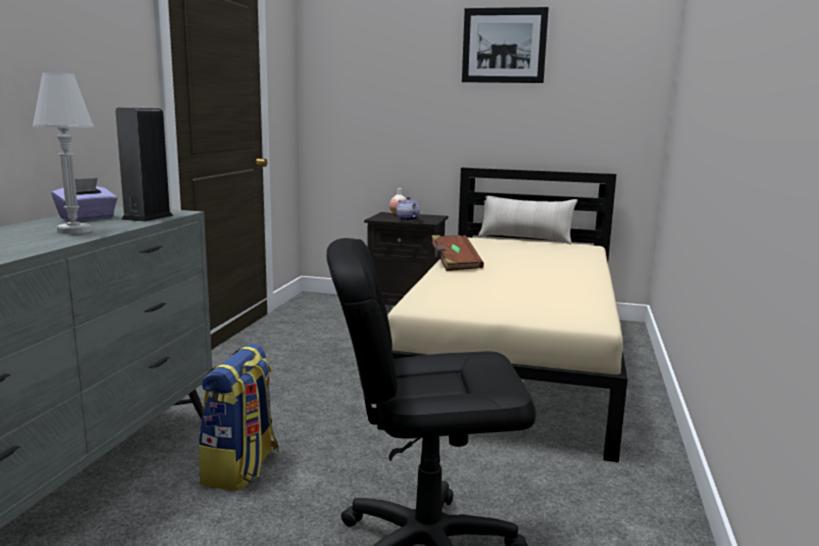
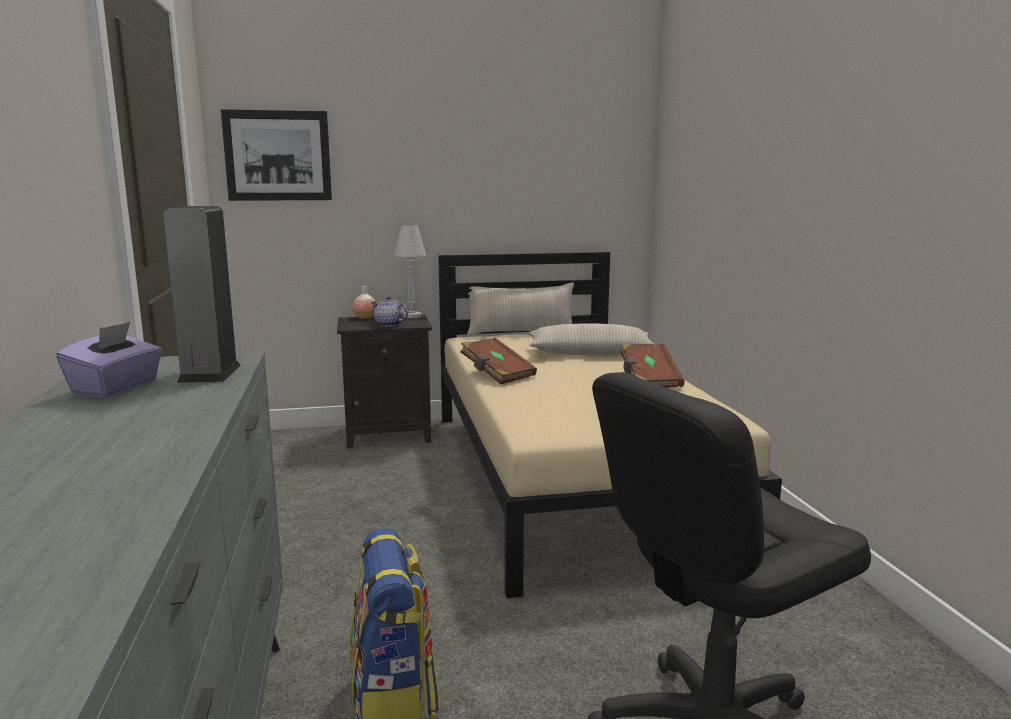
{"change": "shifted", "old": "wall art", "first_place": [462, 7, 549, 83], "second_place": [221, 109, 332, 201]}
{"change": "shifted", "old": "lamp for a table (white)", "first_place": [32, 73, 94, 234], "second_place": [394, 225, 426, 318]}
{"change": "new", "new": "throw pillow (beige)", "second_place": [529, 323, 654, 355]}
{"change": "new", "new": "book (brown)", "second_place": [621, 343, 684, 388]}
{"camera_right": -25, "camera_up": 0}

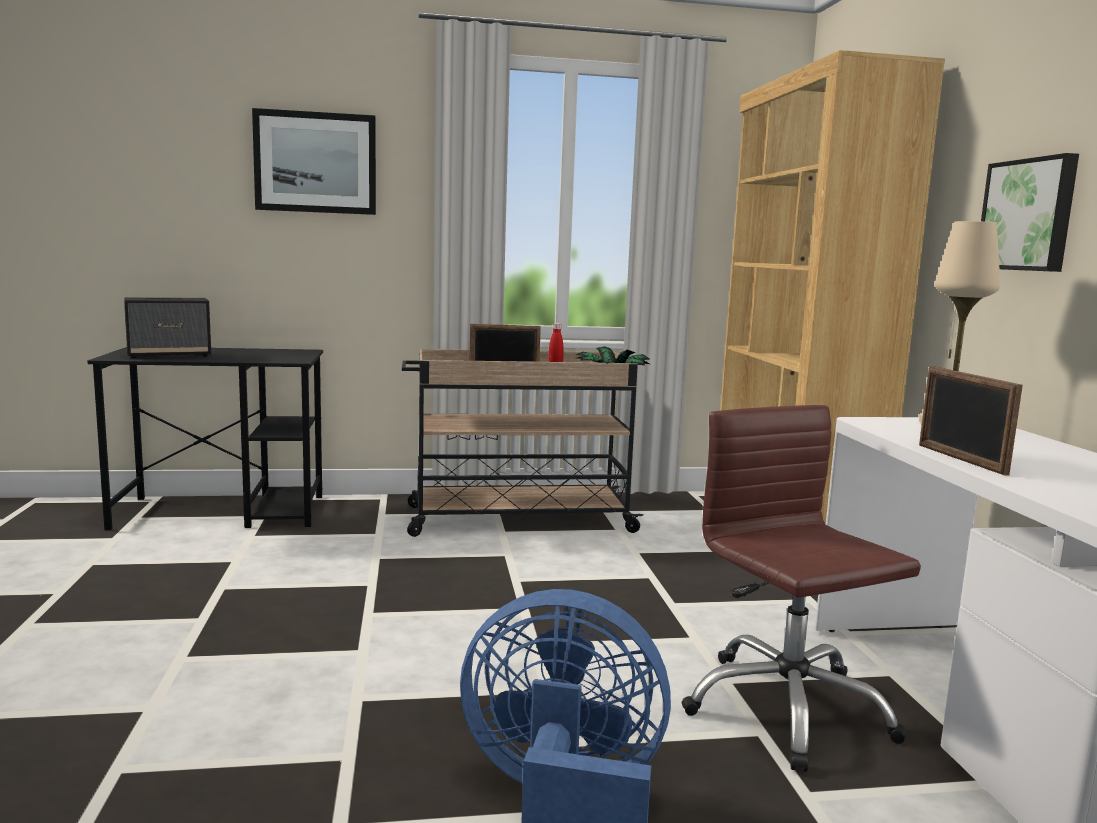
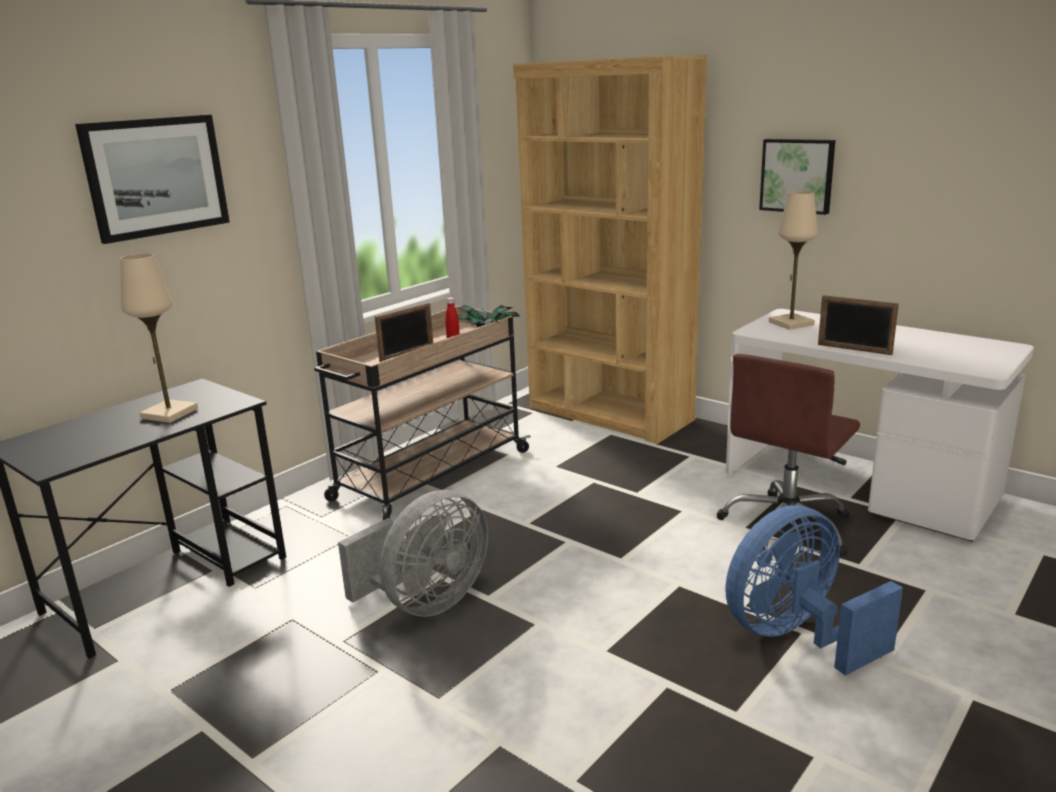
{"change": "gone", "old": "speaker", "first_place": [124, 297, 211, 358]}
{"change": "rotated", "old": "computer chair (brown)", "first_place": [681, 405, 921, 772], "second_place": [717, 354, 860, 557], "degrees": -75}
{"change": "new", "new": "lamp for a table (beige)", "second_place": [120, 253, 198, 423]}
{"change": "new", "new": "electric fan (gray)", "second_place": [338, 490, 488, 617]}
{"camera_right": -40, "camera_up": 10}

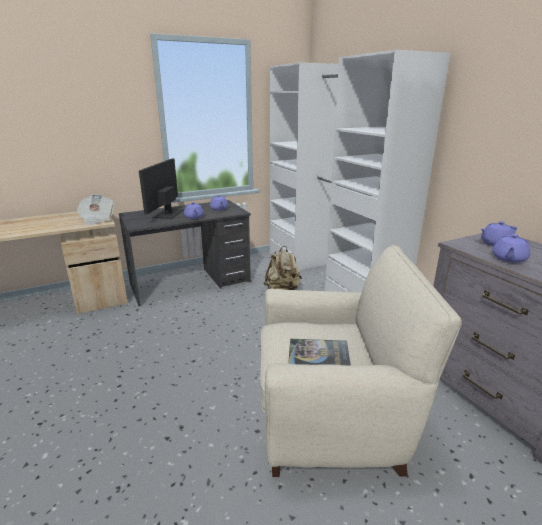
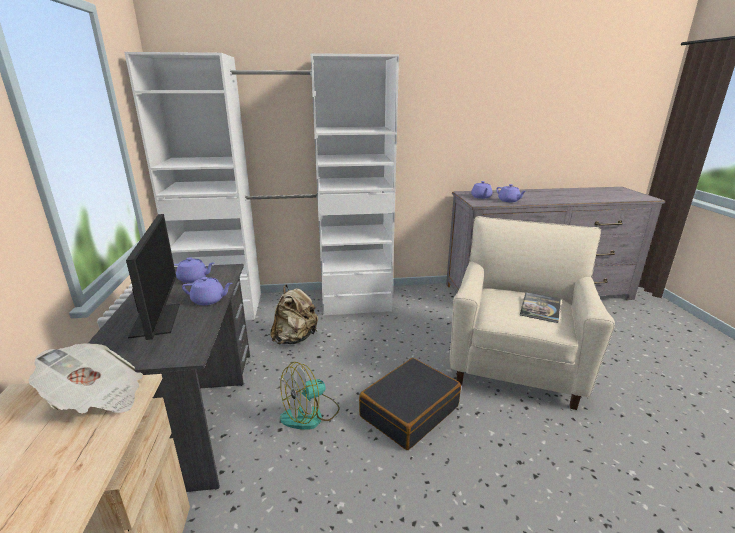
{"change": "rotated", "old": "computer screen", "first_place": [139, 159, 184, 219], "second_place": [126, 214, 180, 340], "degrees": -135}
{"change": "new", "new": "suitcase (black)", "second_place": [359, 358, 461, 450]}
{"change": "new", "new": "electric fan", "second_place": [280, 362, 340, 430]}
{"camera_right": -70, "camera_up": 0}

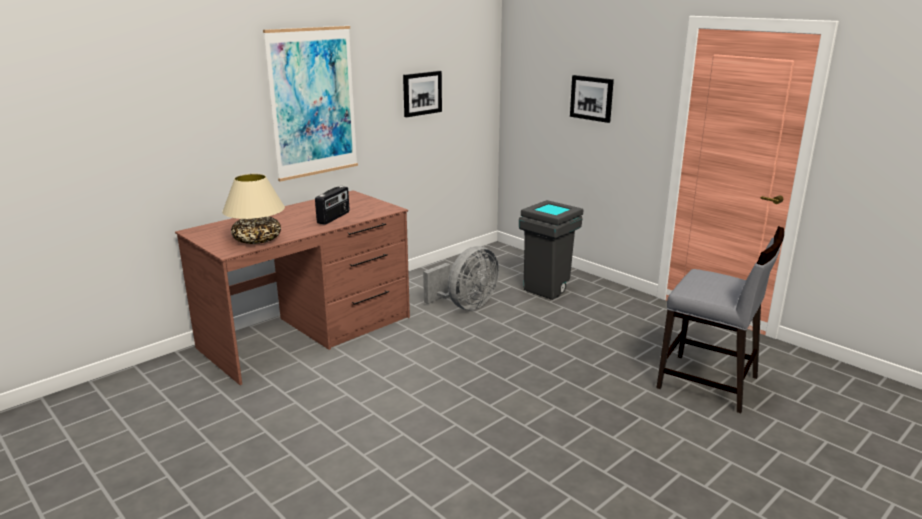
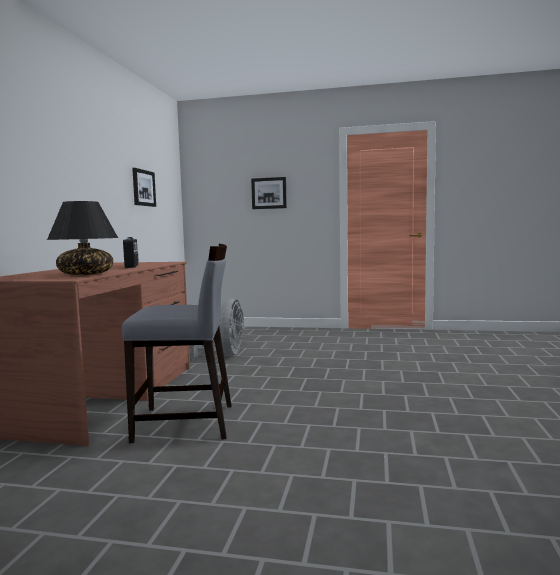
{"change": "gone", "old": "wall art", "first_place": [263, 26, 358, 182]}
{"change": "repainted", "old": "lamp for a table (beige)", "new": "lamp for a table (black)", "first_place": [222, 174, 285, 244], "second_place": [47, 201, 118, 275]}
{"change": "gone", "old": "trash can (gray)", "first_place": [519, 200, 583, 300]}
{"change": "shifted", "old": "plain chair (gray)", "first_place": [657, 226, 784, 413], "second_place": [122, 244, 232, 443]}
{"camera_right": -35, "camera_up": -15}

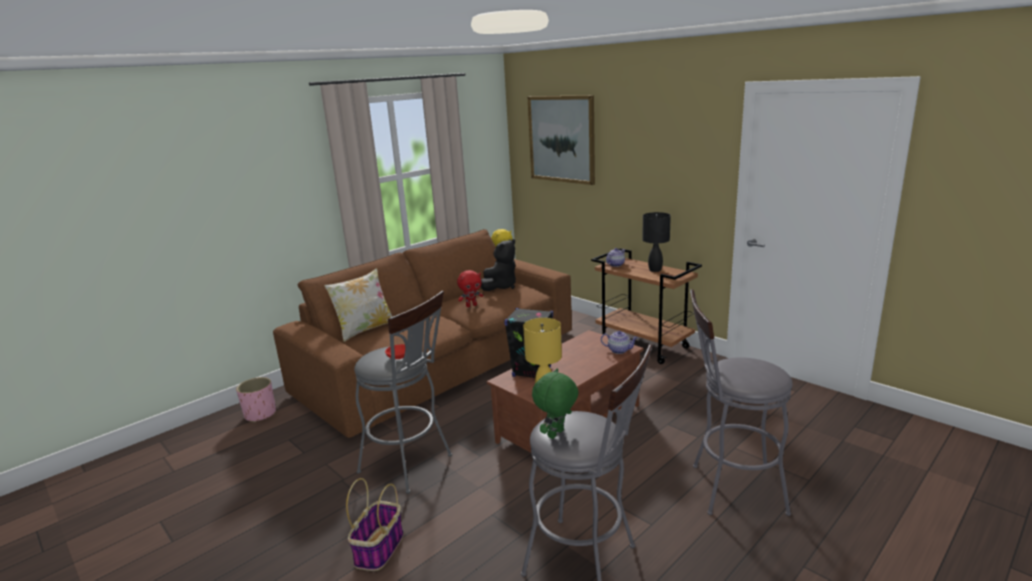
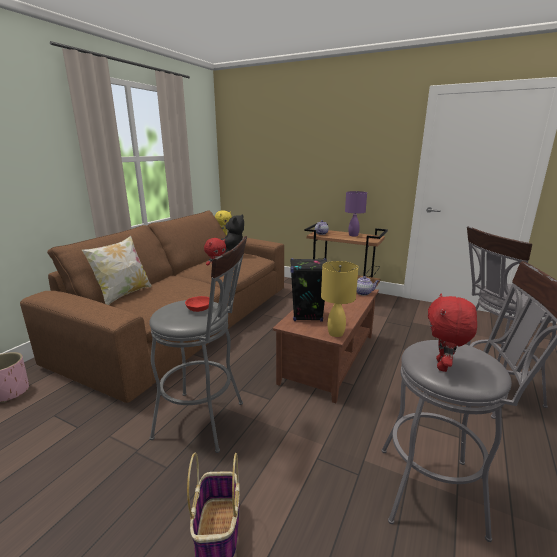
{"change": "gone", "old": "wall art", "first_place": [528, 95, 595, 185]}
{"change": "repainted", "old": "lamp for a table (black)", "new": "lamp for a table (purple-coloured)", "first_place": [642, 212, 671, 272], "second_place": [345, 191, 367, 237]}
{"change": "repainted", "old": "soft toy (green)", "new": "soft toy (reddish)", "first_place": [532, 368, 579, 439], "second_place": [428, 293, 477, 372]}
{"camera_right": -20, "camera_up": 0}

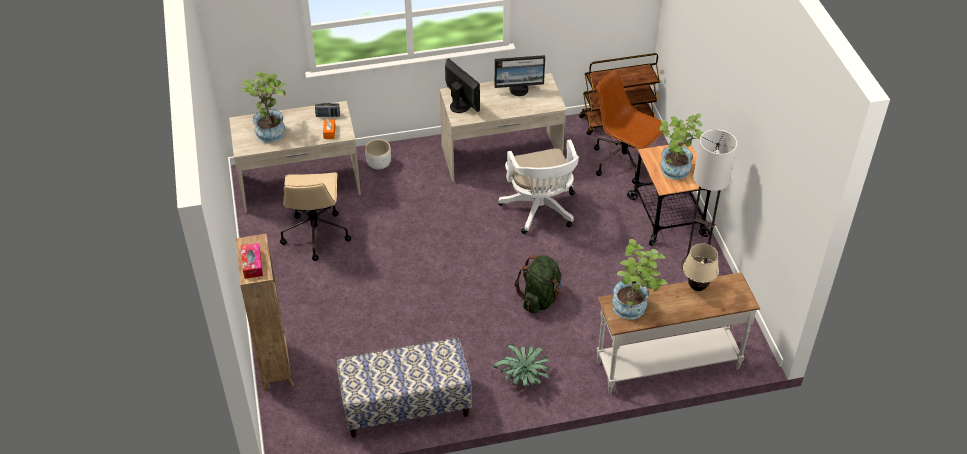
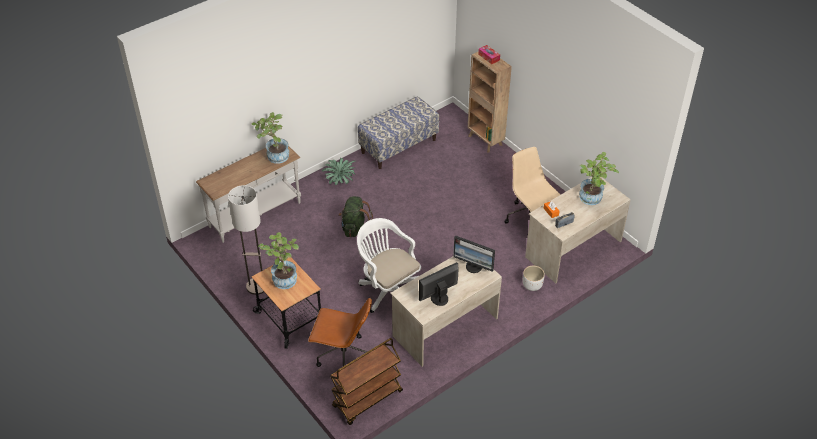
{"change": "gone", "old": "lamp for a table (beige)", "first_place": [683, 243, 719, 291]}
{"camera_right": 155, "camera_up": 0}

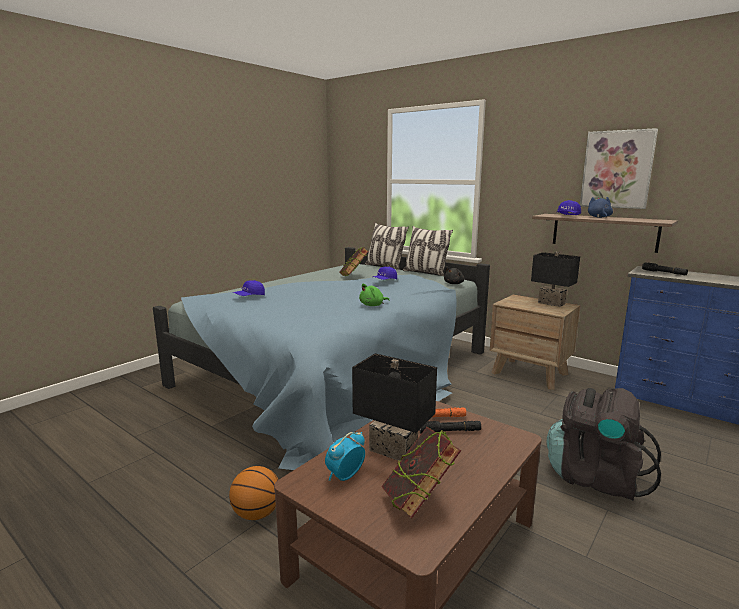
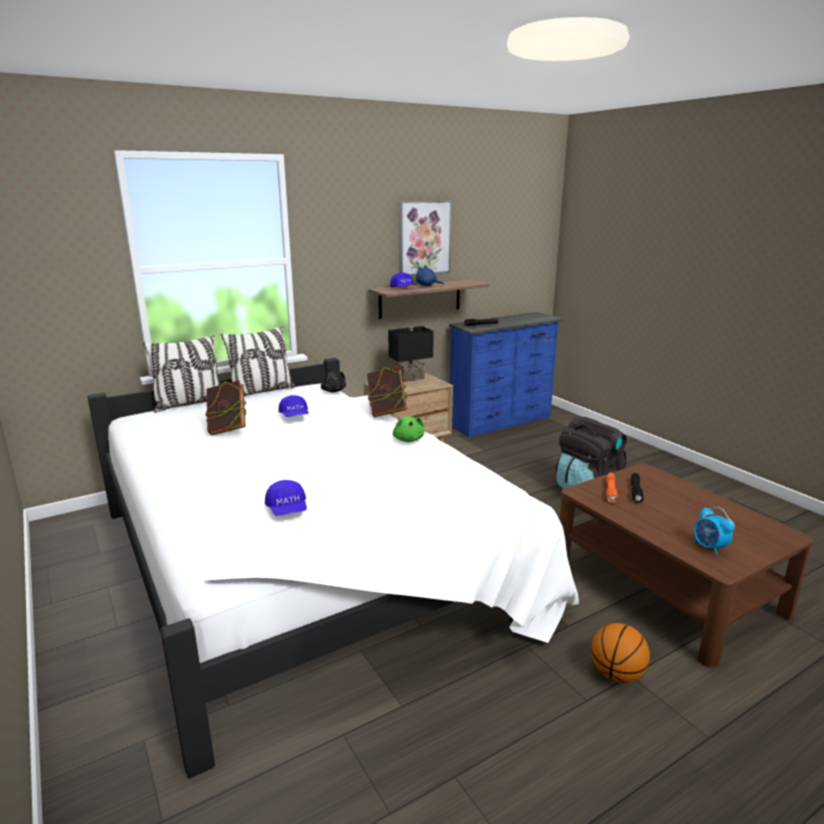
{"change": "repainted", "old": "bedroom bed (blue-coloured)", "new": "bedroom bed (white)", "first_place": [153, 247, 490, 470], "second_place": [87, 358, 579, 778]}
{"change": "gone", "old": "lamp for a table (black)", "first_place": [352, 353, 437, 461]}
{"change": "shifted", "old": "book", "first_place": [381, 427, 461, 519], "second_place": [367, 366, 407, 417]}
{"camera_right": -70, "camera_up": 5}

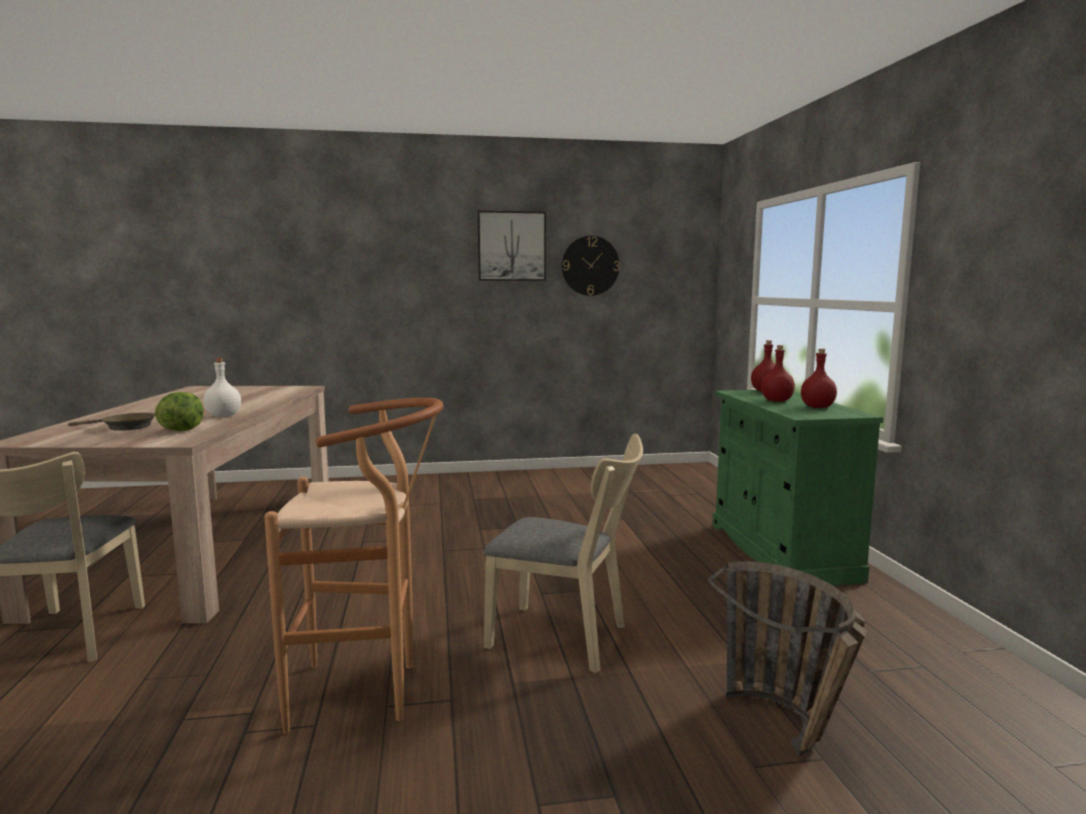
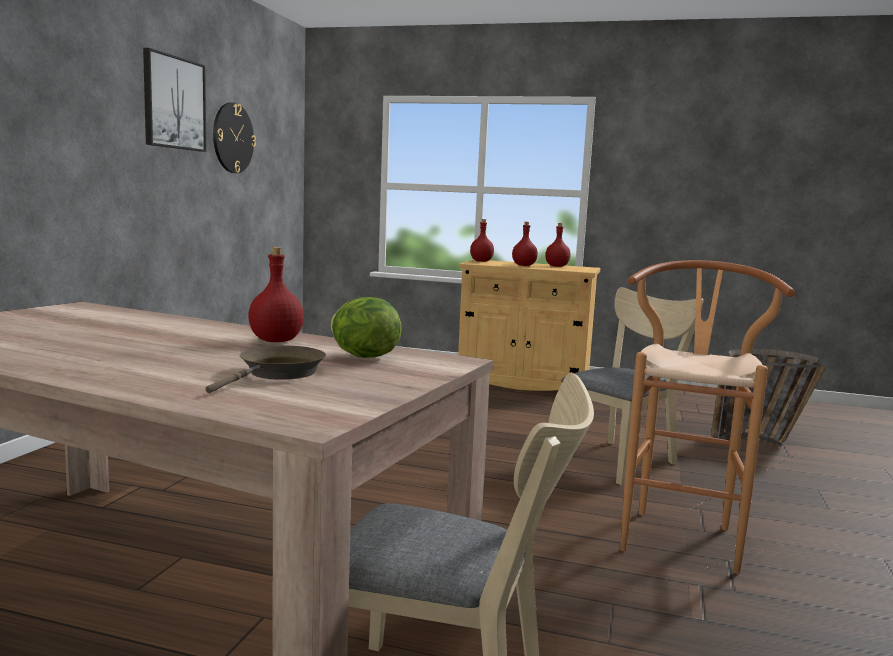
{"change": "repainted", "old": "bottle (white)", "new": "bottle (reddish)", "first_place": [203, 358, 241, 417], "second_place": [248, 247, 304, 342]}
{"change": "repainted", "old": "cupboard (green)", "new": "cupboard (beige)", "first_place": [713, 390, 883, 586], "second_place": [458, 260, 600, 391]}
{"camera_right": -65, "camera_up": 0}

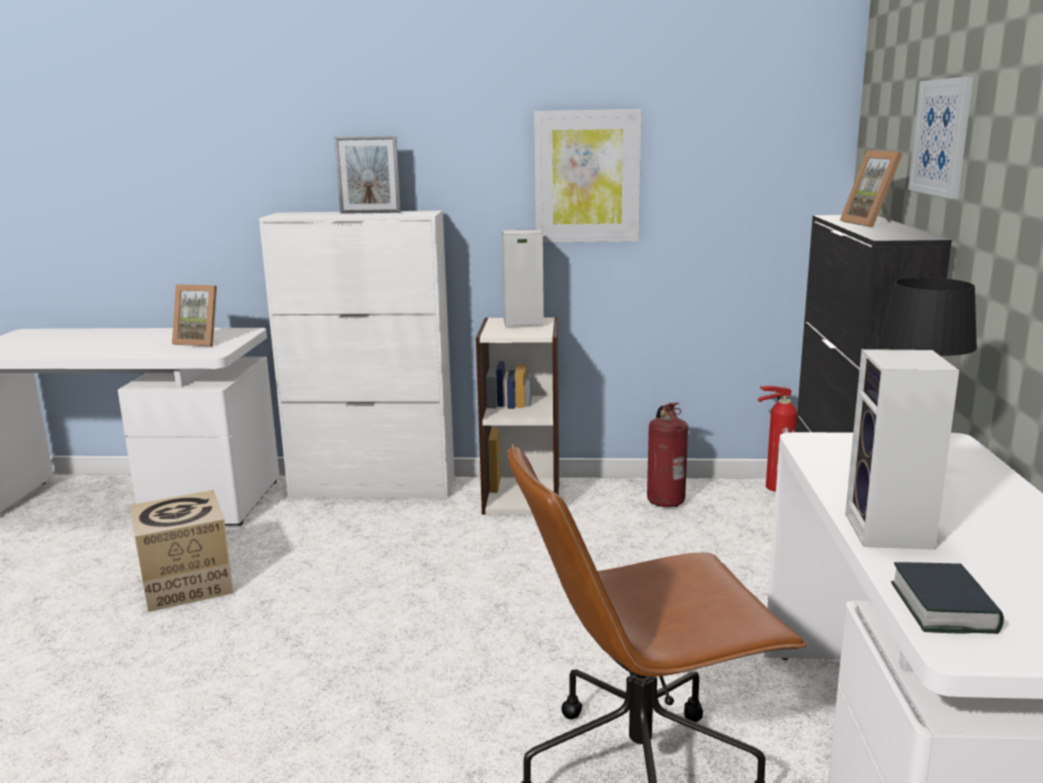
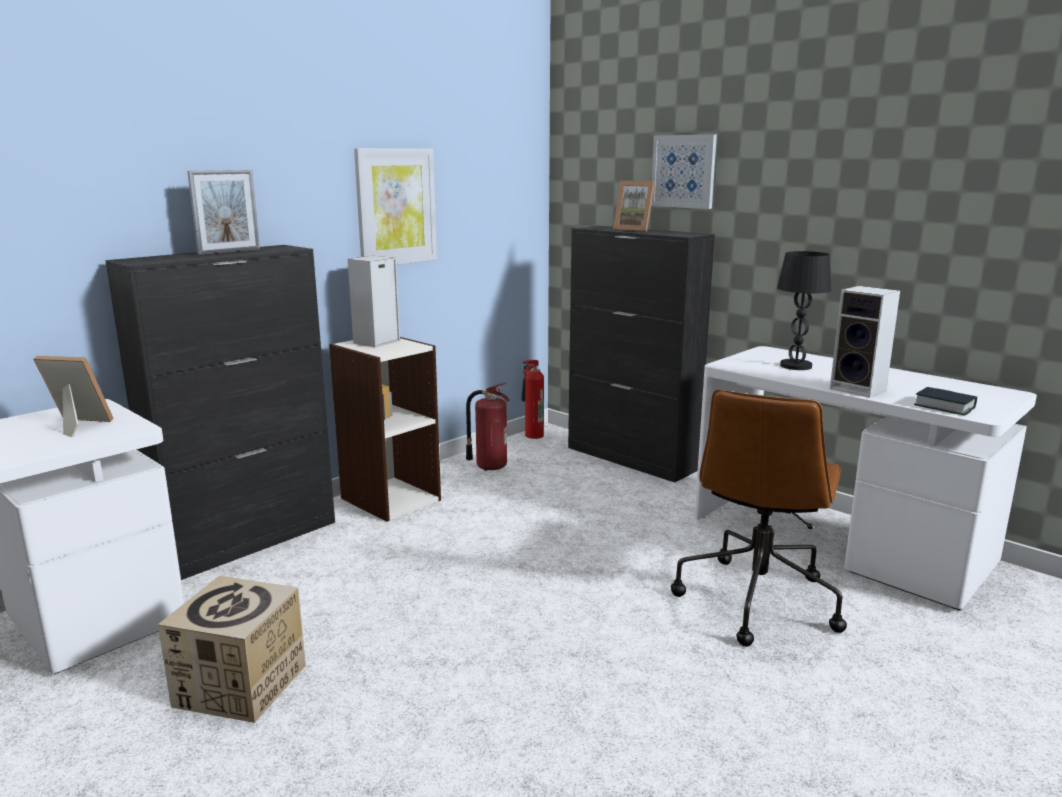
{"change": "repainted", "old": "cupboard (white)", "new": "cupboard (black)", "first_place": [259, 210, 455, 498], "second_place": [105, 245, 335, 580]}
{"change": "rotated", "old": "standing frame", "first_place": [172, 284, 217, 346], "second_place": [34, 356, 114, 437], "degrees": -135}
{"camera_right": -50, "camera_up": 0}

